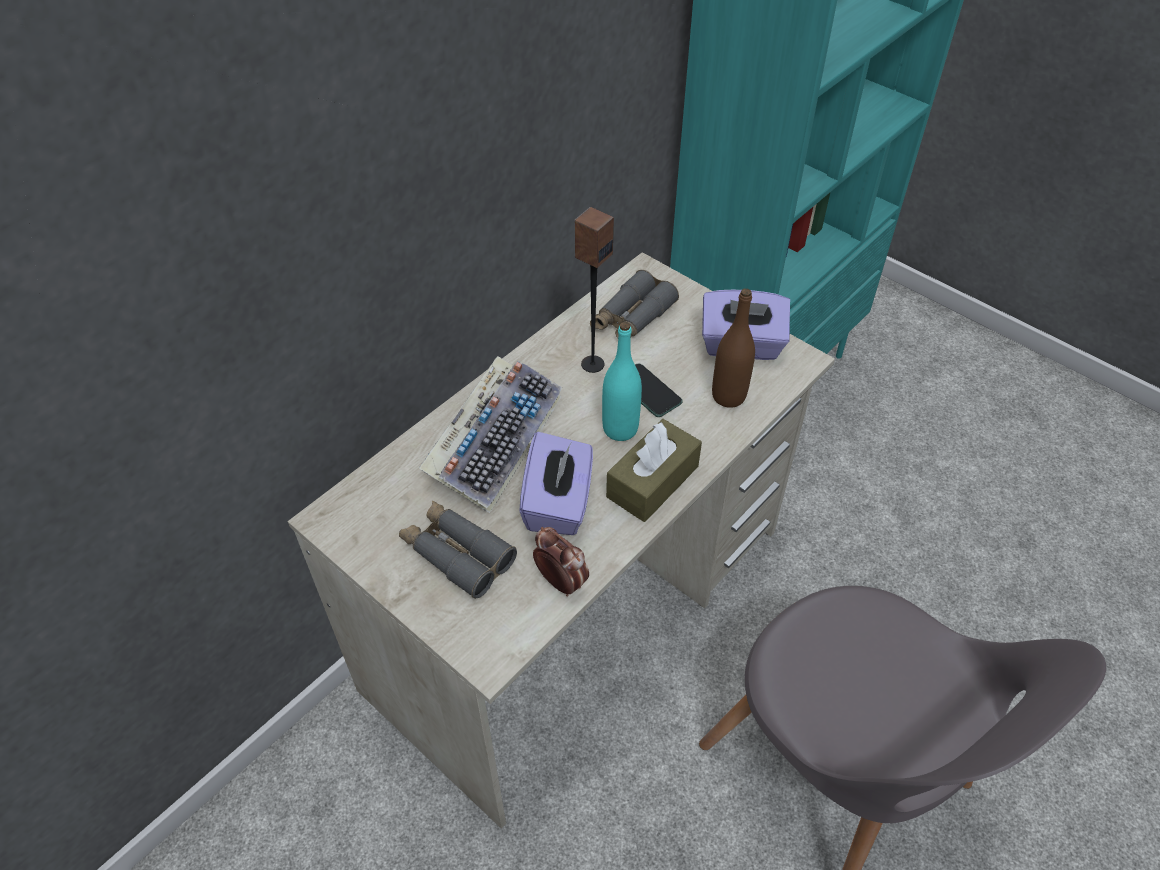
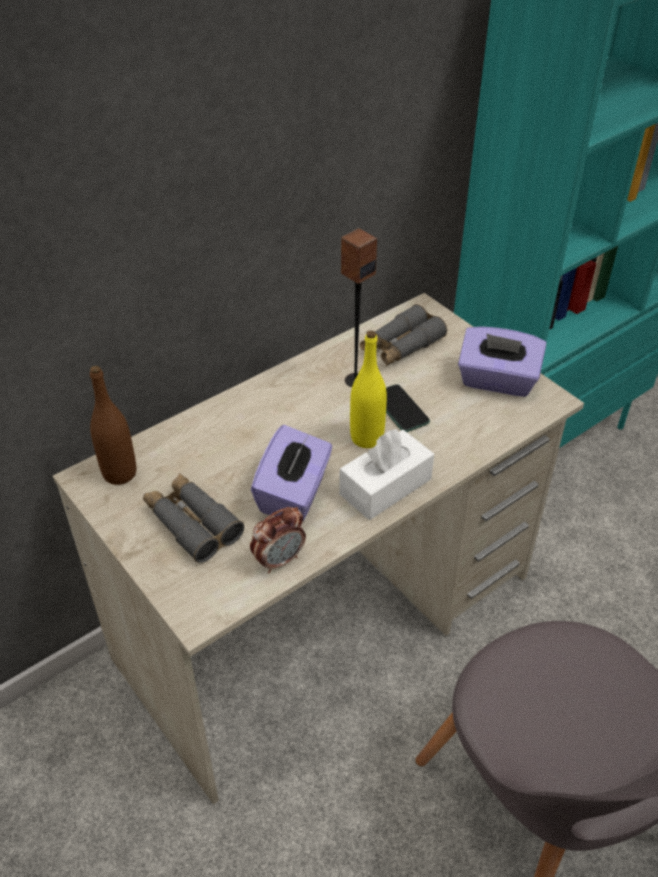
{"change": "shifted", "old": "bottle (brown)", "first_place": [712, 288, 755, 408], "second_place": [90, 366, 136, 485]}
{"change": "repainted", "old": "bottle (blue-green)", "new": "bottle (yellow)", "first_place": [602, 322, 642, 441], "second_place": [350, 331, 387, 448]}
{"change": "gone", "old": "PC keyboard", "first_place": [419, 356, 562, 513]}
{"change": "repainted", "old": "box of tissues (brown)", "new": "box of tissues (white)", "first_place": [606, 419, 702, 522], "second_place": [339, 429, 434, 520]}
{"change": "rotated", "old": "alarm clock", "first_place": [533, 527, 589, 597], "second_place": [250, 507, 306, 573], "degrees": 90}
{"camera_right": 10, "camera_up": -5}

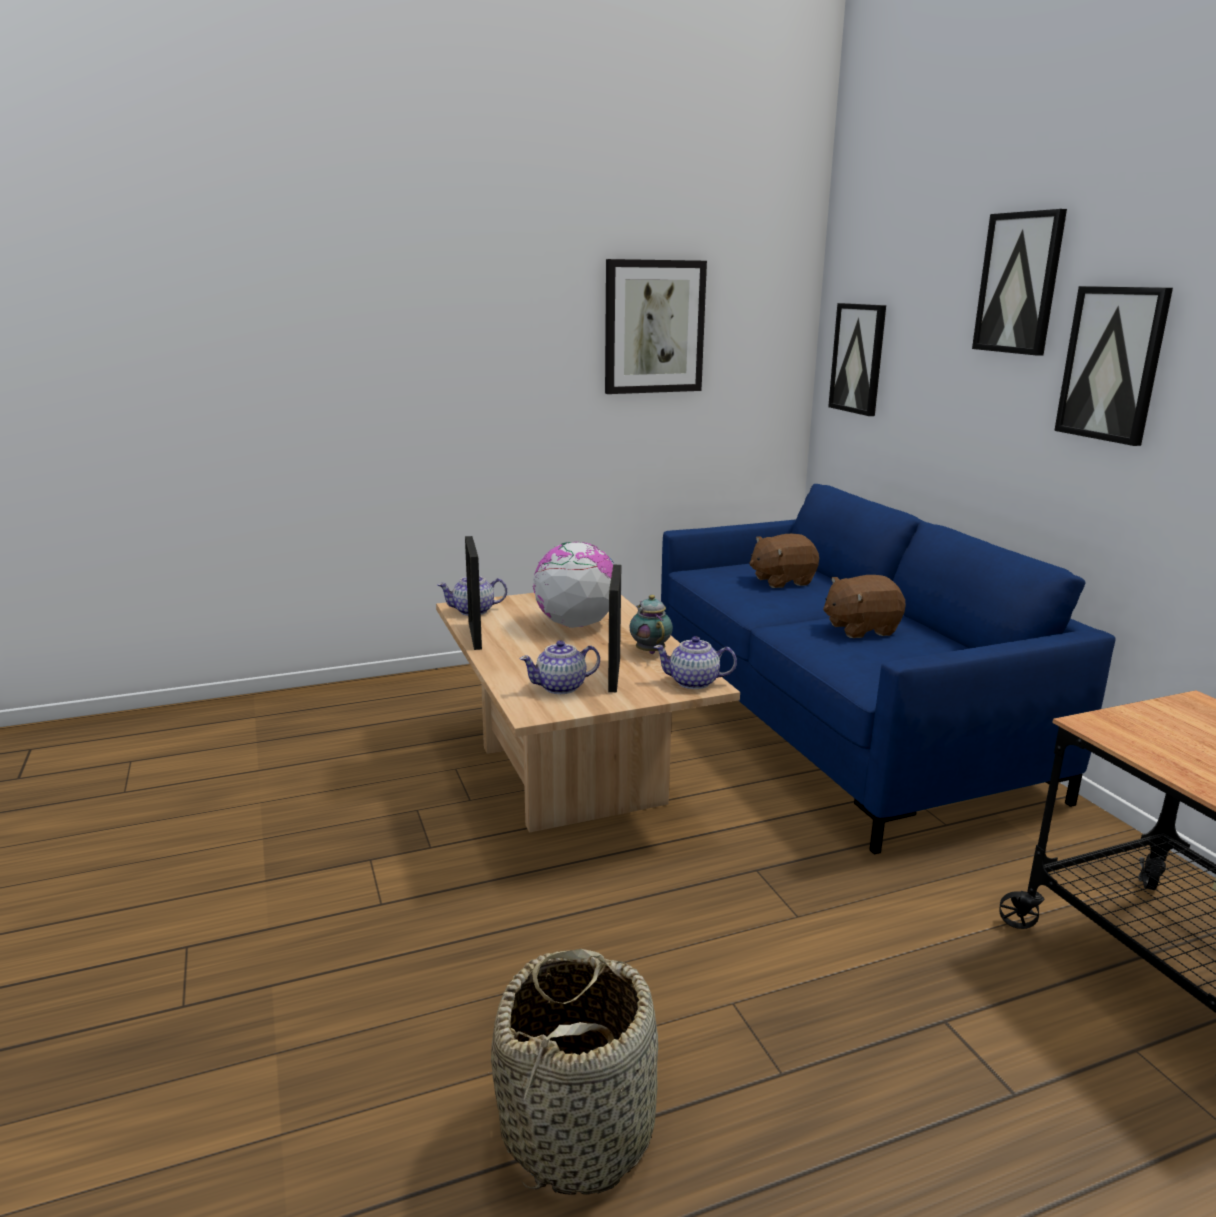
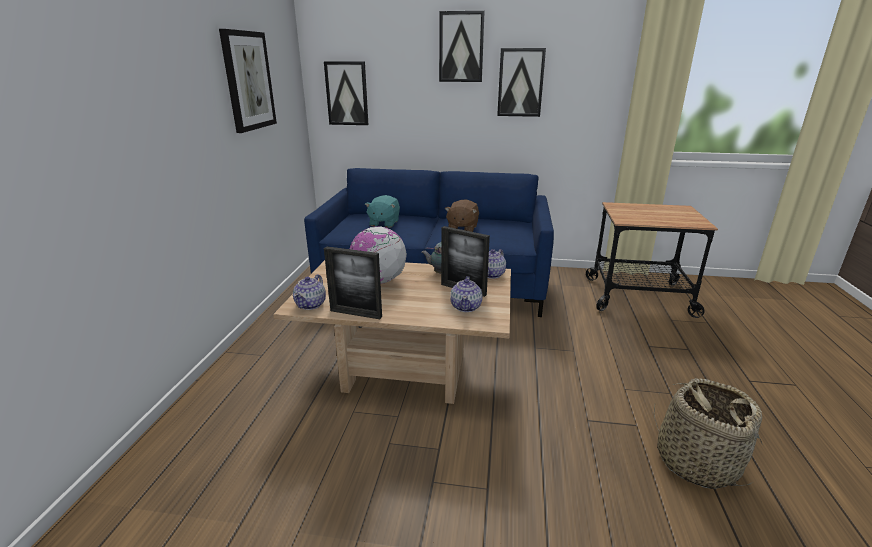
{"change": "repainted", "old": "soft toy (brown)", "new": "soft toy (blue-green)", "first_place": [749, 534, 819, 588], "second_place": [365, 195, 400, 228]}
{"camera_right": -60, "camera_up": 5}

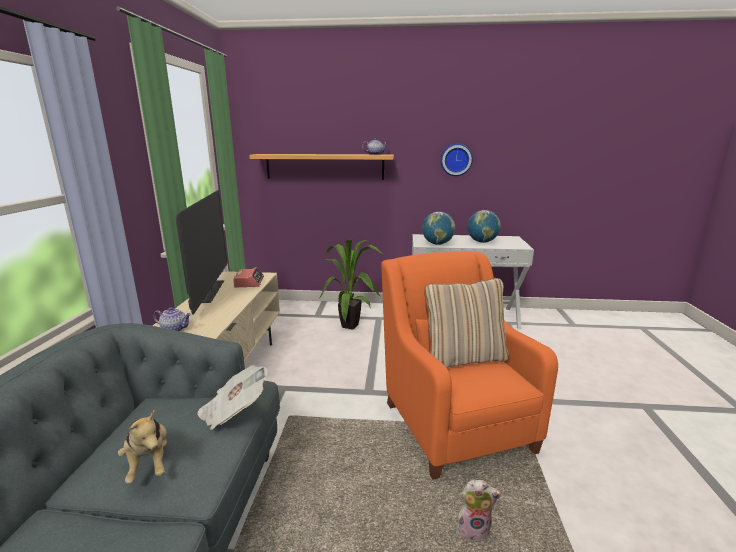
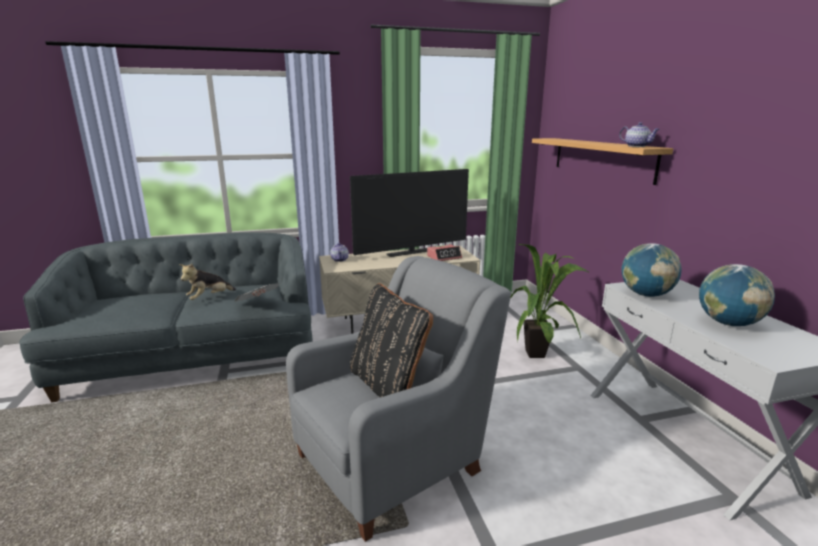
{"change": "gone", "old": "wall clock", "first_place": [441, 144, 473, 176]}
{"change": "repainted", "old": "armchair (orangey)", "new": "armchair (gray)", "first_place": [381, 251, 558, 480], "second_place": [286, 256, 511, 542]}
{"change": "repainted", "old": "throw pillow (beige)", "new": "throw pillow (black)", "first_place": [424, 278, 509, 368], "second_place": [350, 283, 433, 397]}
{"change": "gone", "old": "soft toy", "first_place": [456, 480, 501, 541]}
{"camera_right": 70, "camera_up": 0}

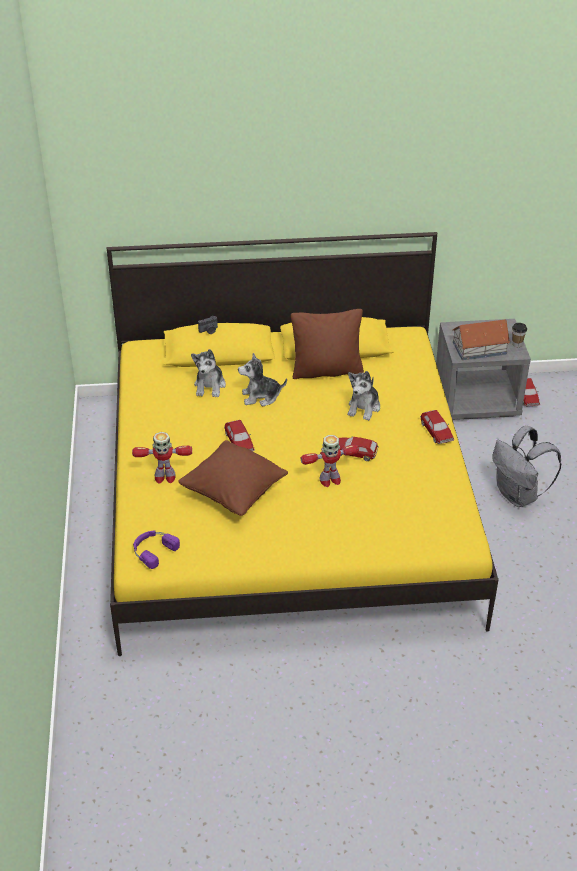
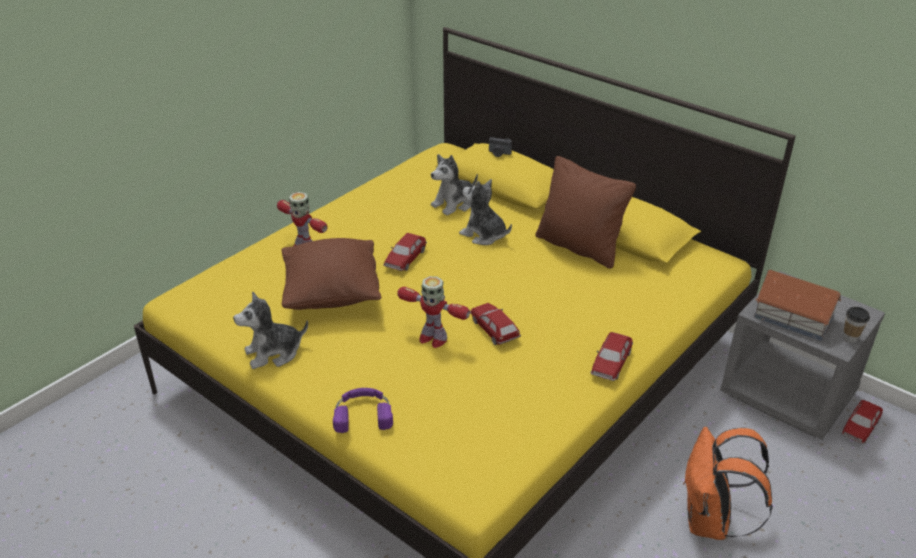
{"change": "shifted", "old": "soft toy", "first_place": [348, 371, 380, 421], "second_place": [233, 291, 308, 369]}
{"change": "repainted", "old": "backpack (gray)", "new": "backpack (orangey)", "first_place": [492, 426, 562, 507], "second_place": [683, 427, 773, 540]}
{"change": "shifted", "old": "pair of headphones (purple-coloured)", "first_place": [133, 530, 180, 569], "second_place": [333, 388, 393, 433]}
{"camera_right": 45, "camera_up": -5}

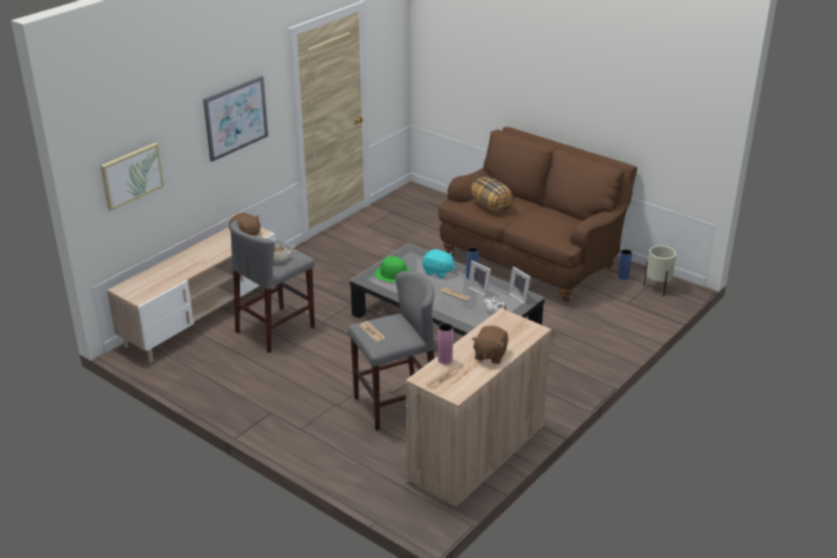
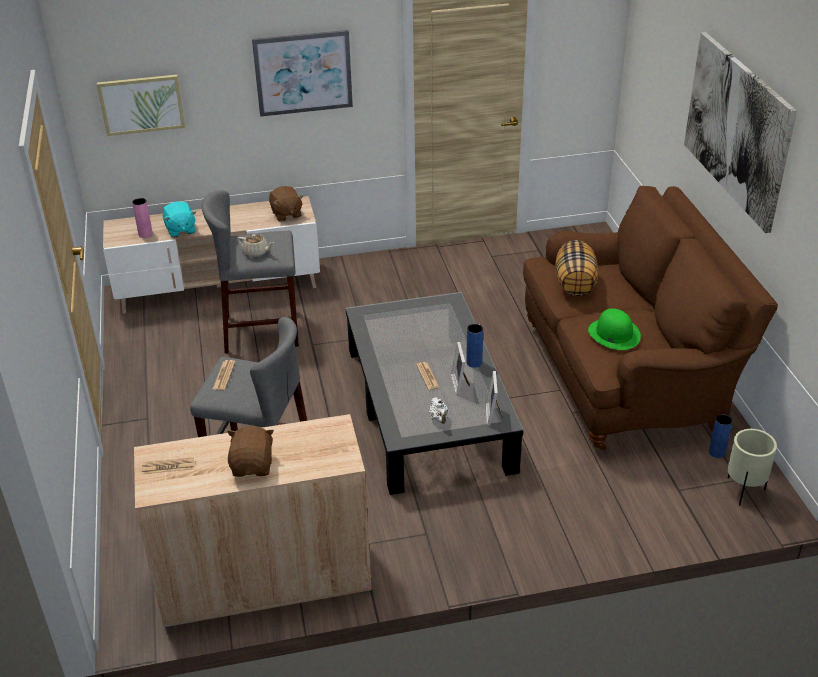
{"change": "shifted", "old": "soft toy (blue-green)", "first_place": [422, 249, 455, 279], "second_place": [163, 201, 196, 238]}
{"change": "shifted", "old": "wearable hat (green)", "first_place": [375, 257, 411, 283], "second_place": [588, 308, 641, 350]}
{"change": "shifted", "old": "flower vase (pinkish)", "first_place": [438, 323, 453, 364], "second_place": [132, 198, 153, 238]}
{"change": "rotated", "old": "soft toy (brown)", "first_place": [472, 326, 508, 364], "second_place": [227, 426, 274, 477], "degrees": 120}
{"change": "new", "new": "wall art", "second_place": [684, 32, 797, 233]}
{"camera_right": 40, "camera_up": 5}

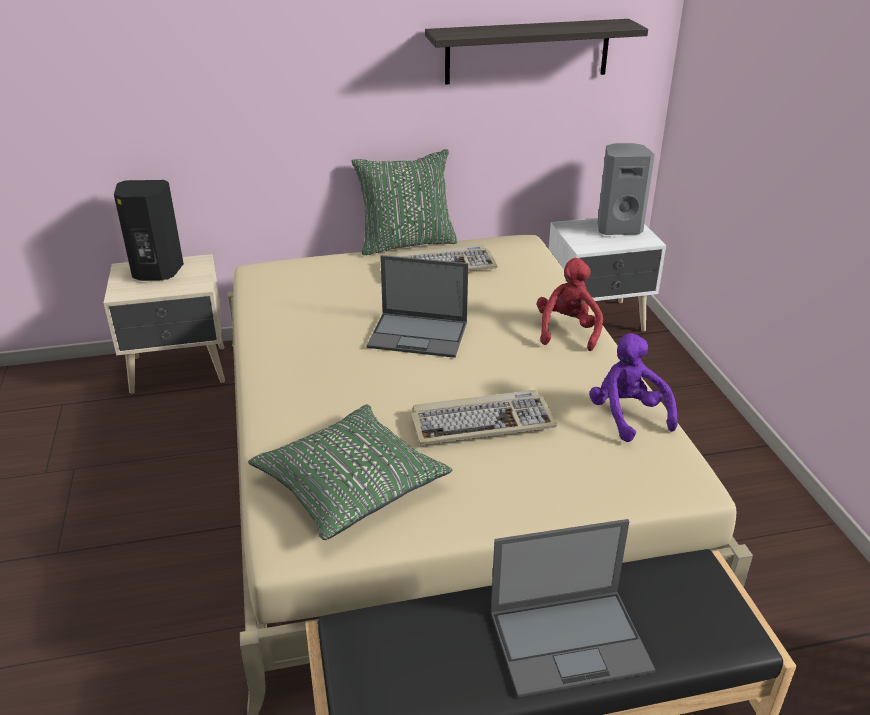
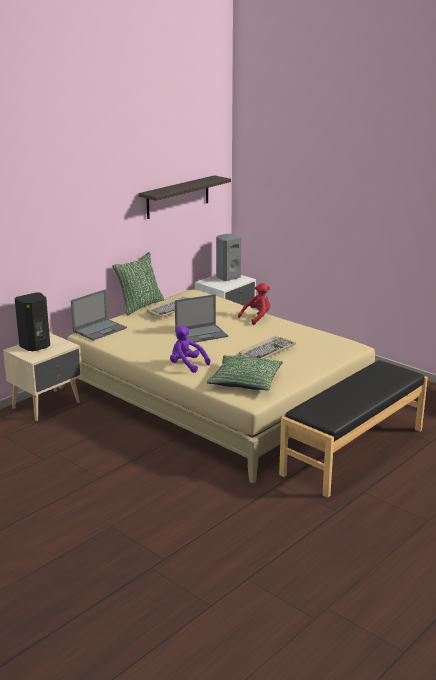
{"change": "rotated", "old": "soft toy (reddish)", "first_place": [537, 258, 603, 351], "second_place": [238, 283, 270, 325], "degrees": 75}
{"change": "shifted", "old": "soft toy (purple-coloured)", "first_place": [589, 333, 678, 442], "second_place": [170, 326, 210, 373]}
{"change": "shifted", "old": "notebook computer", "first_place": [490, 519, 655, 698], "second_place": [71, 290, 127, 341]}
{"camera_right": -35, "camera_up": -10}

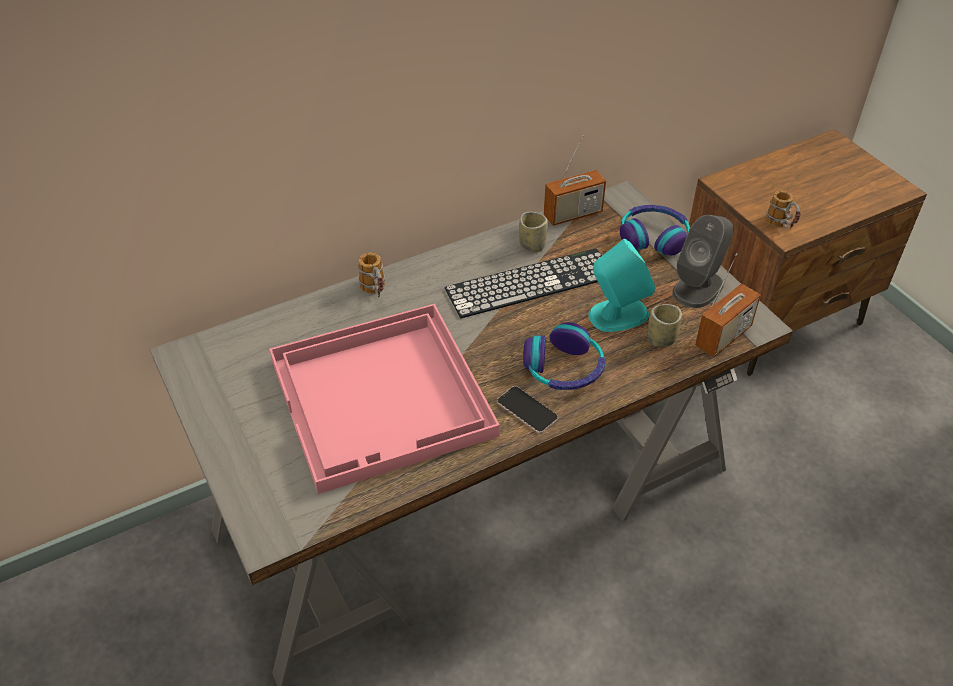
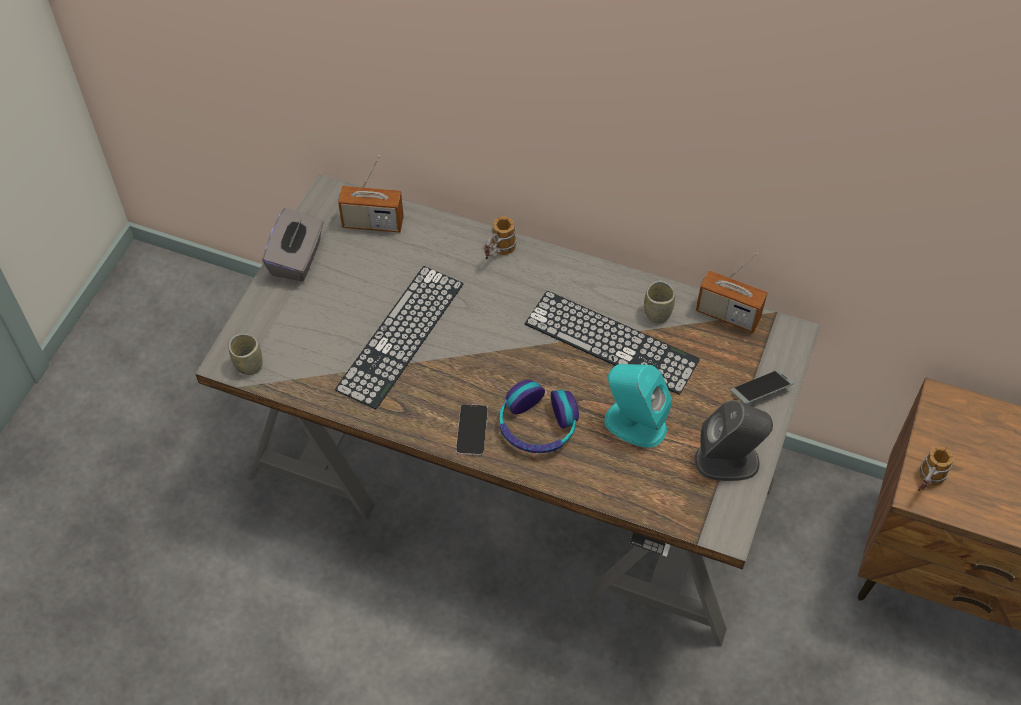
{"change": "swapped", "old": "pair of headphones", "new": "telephone", "first_place": [620, 205, 690, 256], "second_place": [730, 370, 794, 404]}
{"change": "shifted", "old": "radio receiver", "first_place": [695, 253, 761, 357], "second_place": [338, 156, 404, 233]}
{"change": "swapped", "old": "serving tray (pinkish)", "new": "PC keyboard", "first_place": [269, 304, 500, 494], "second_place": [335, 266, 464, 409]}
{"change": "shifted", "old": "drinking cup", "first_place": [647, 304, 682, 347], "second_place": [228, 334, 263, 375]}
{"change": "new", "new": "box of tissues (gray)", "second_place": [262, 208, 324, 281]}
{"camera_right": 50, "camera_up": 10}

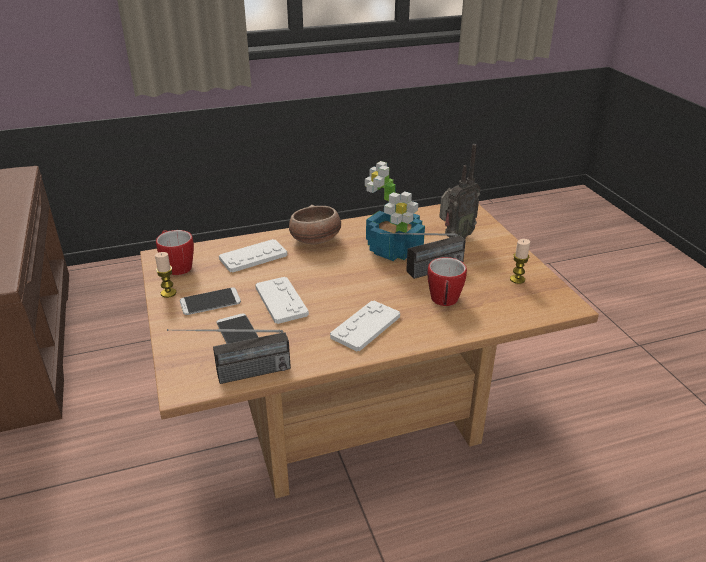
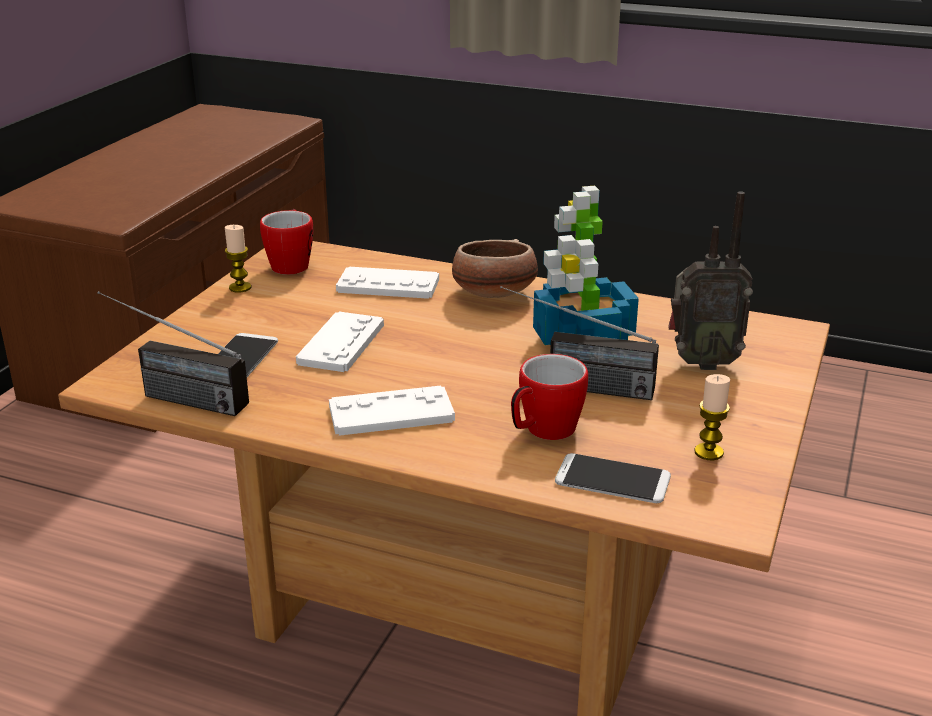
{"change": "shifted", "old": "telephone", "first_place": [180, 287, 241, 315], "second_place": [555, 453, 671, 503]}
{"camera_right": 40, "camera_up": -5}

